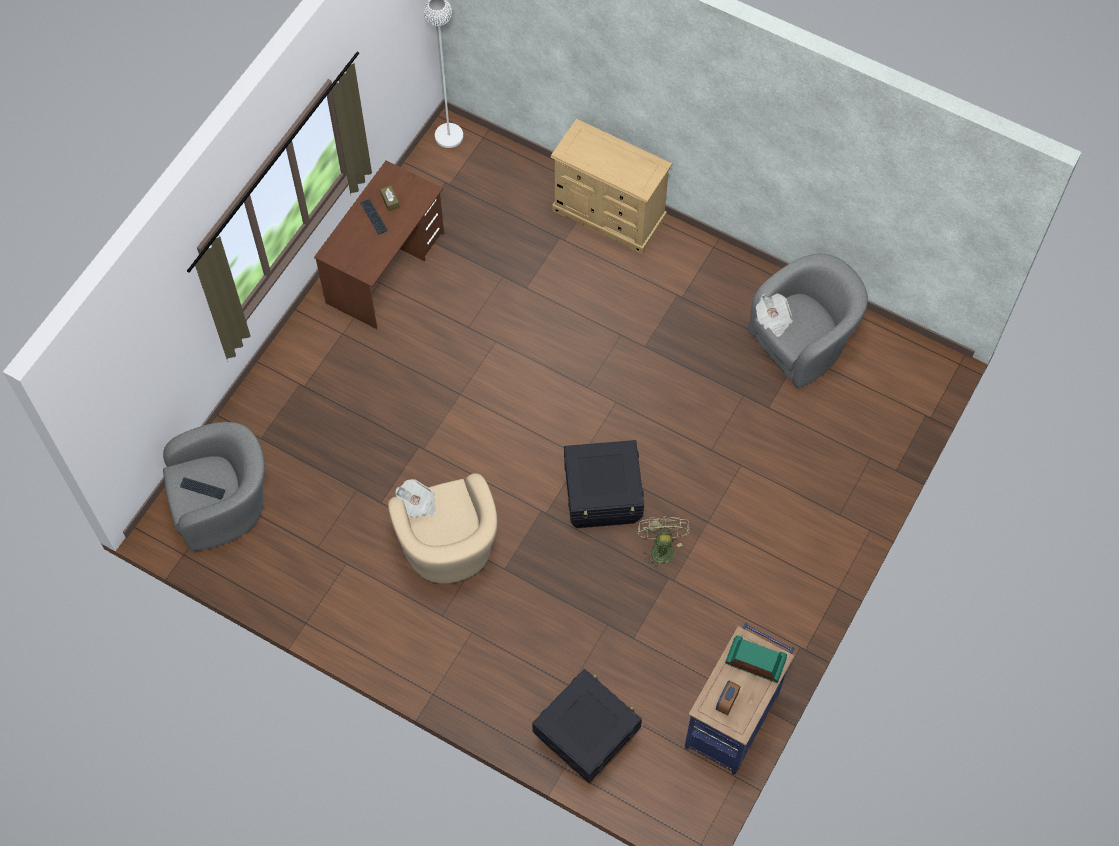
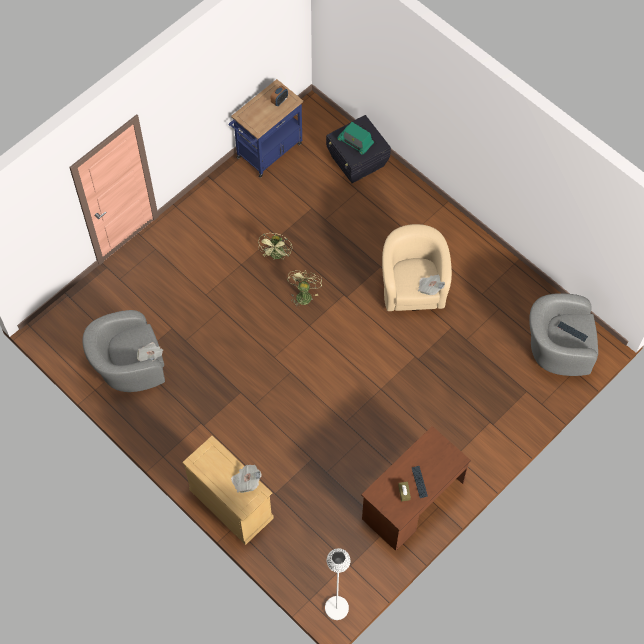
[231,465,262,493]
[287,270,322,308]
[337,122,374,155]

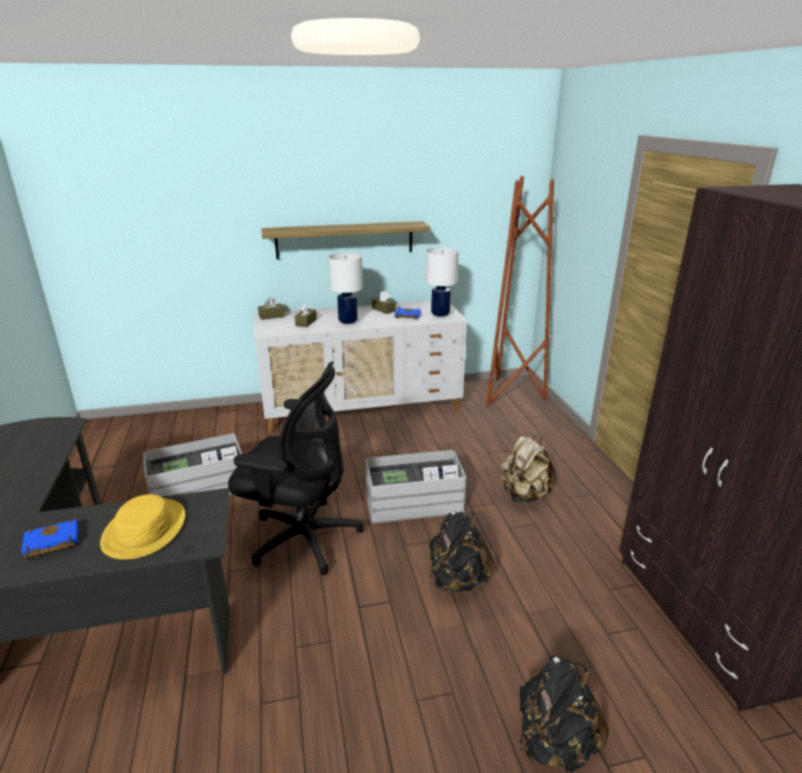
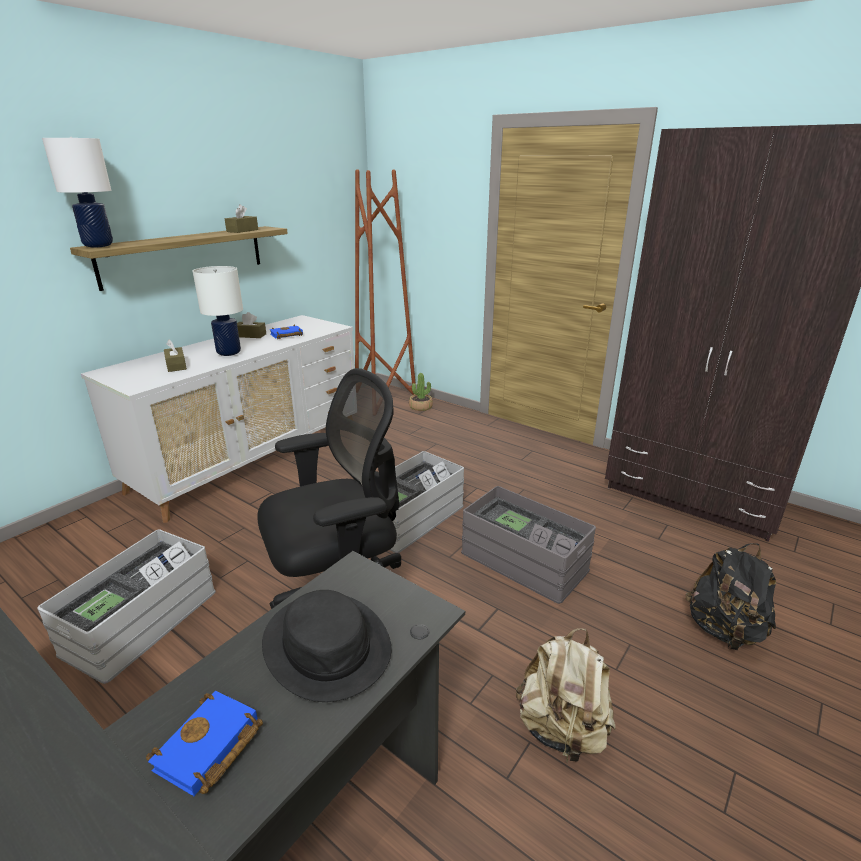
[42,137,113,247]
[225,204,258,233]
[262,590,391,702]
[409,373,433,411]
[461,486,596,604]
[516,628,616,765]

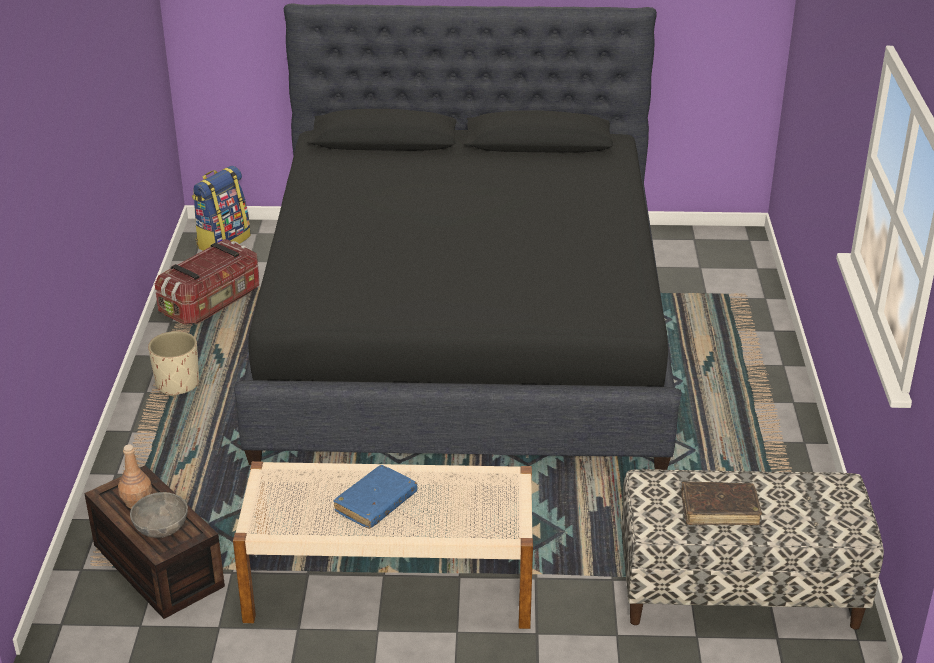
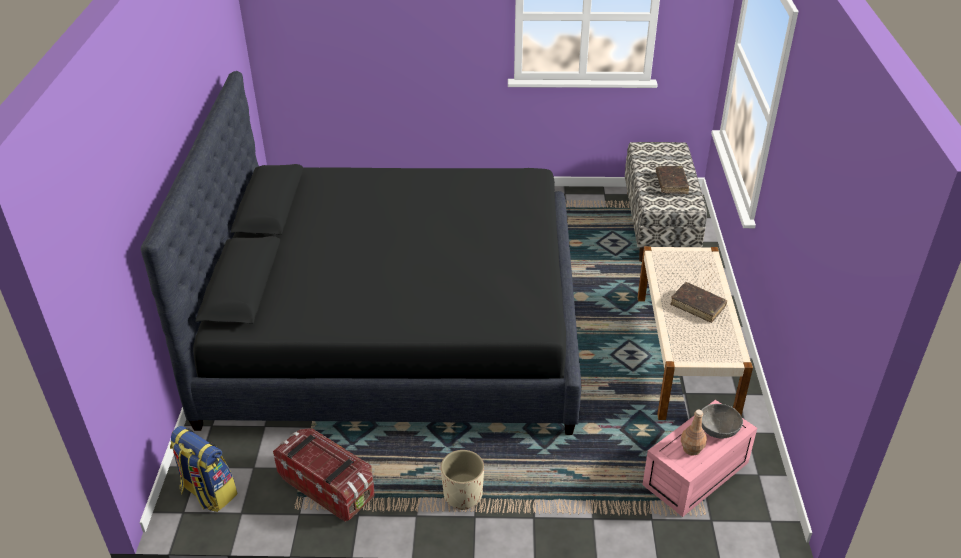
[642,400,757,517]
[670,282,727,323]

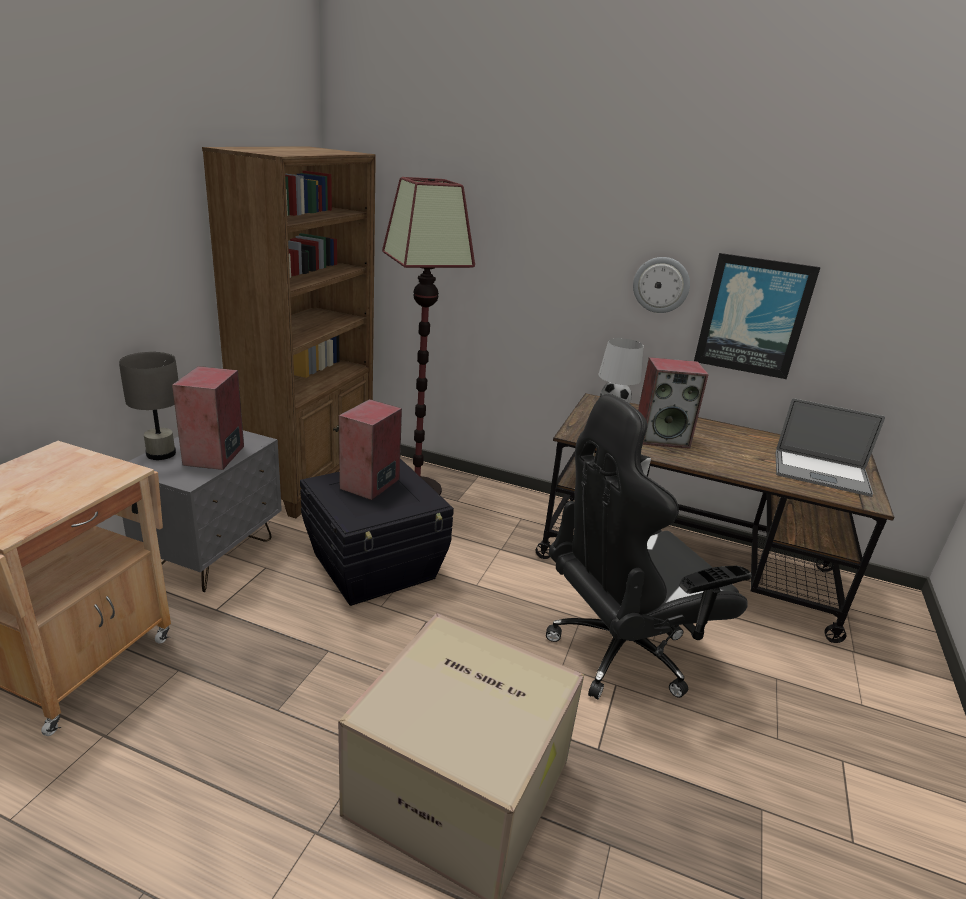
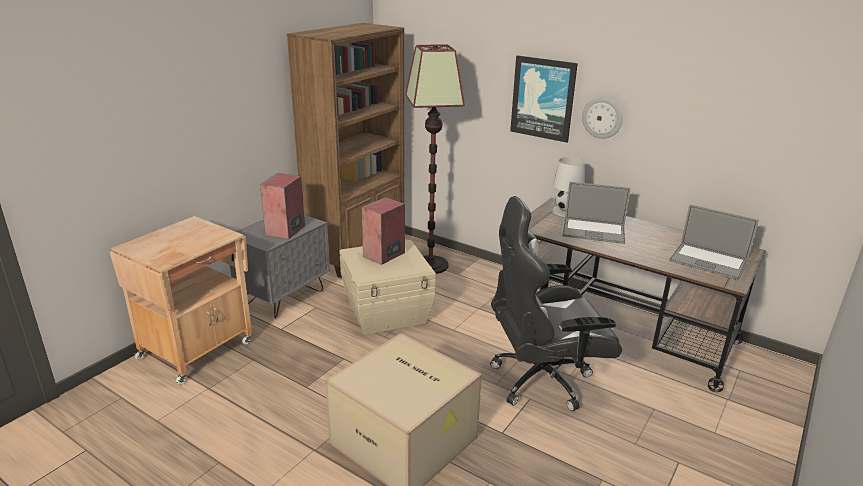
[339,240,436,335]
[510,55,578,143]
[562,182,630,244]
[119,352,178,460] (first image)

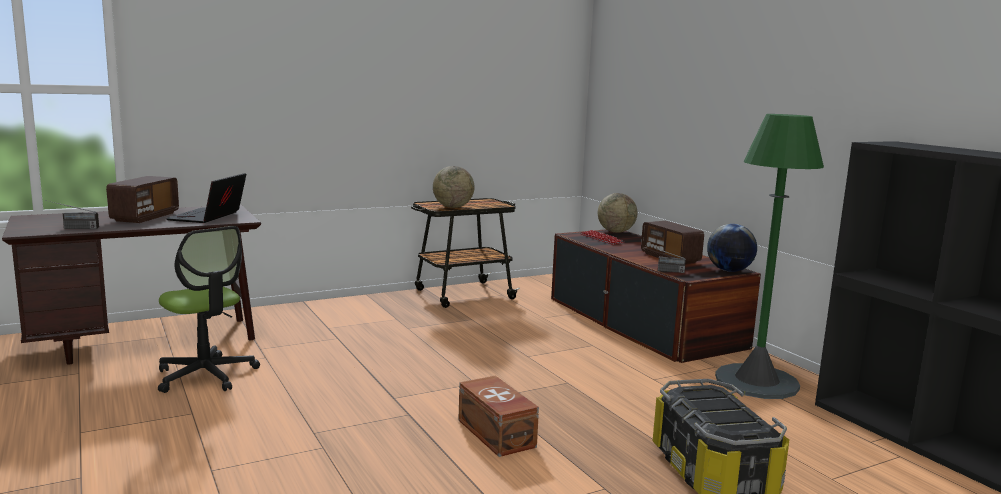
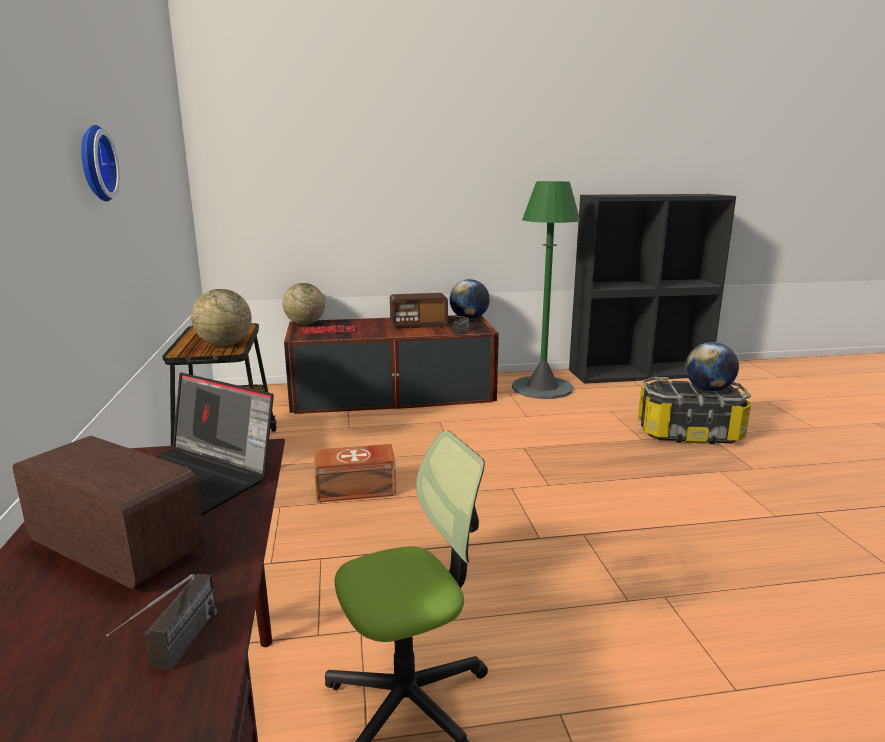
[81,125,120,202]
[314,444,396,503]
[685,342,739,391]

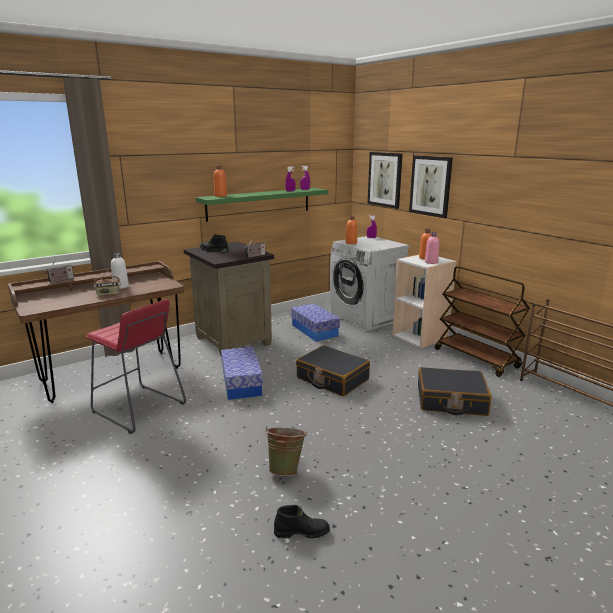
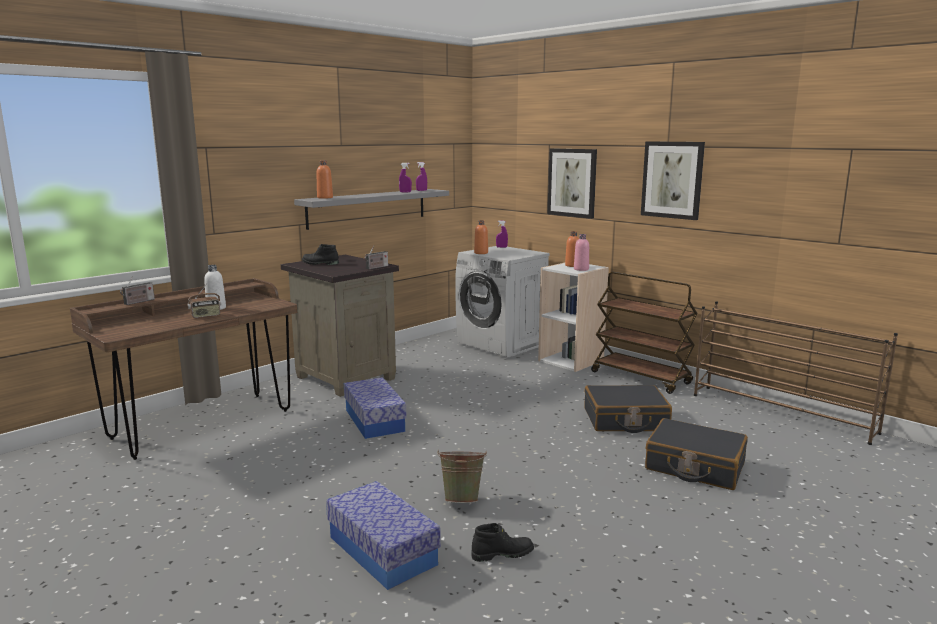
[294,189,449,230]
[326,481,441,590]
[641,141,705,220]
[645,418,748,490]
[86,299,186,434] (first image)

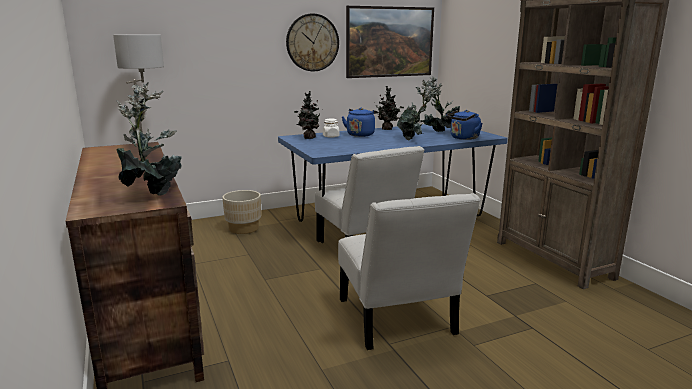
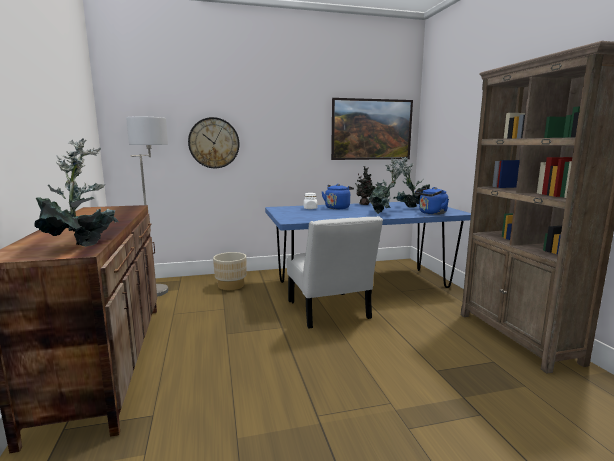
[188,117,239,168]
[294,91,320,139] (first image)
[338,193,480,350] (first image)

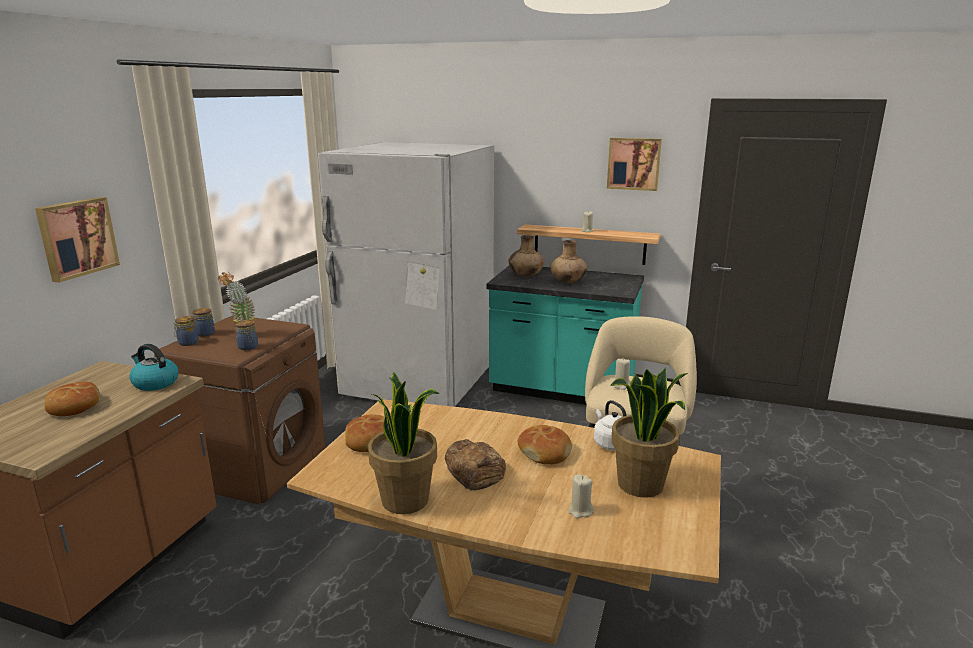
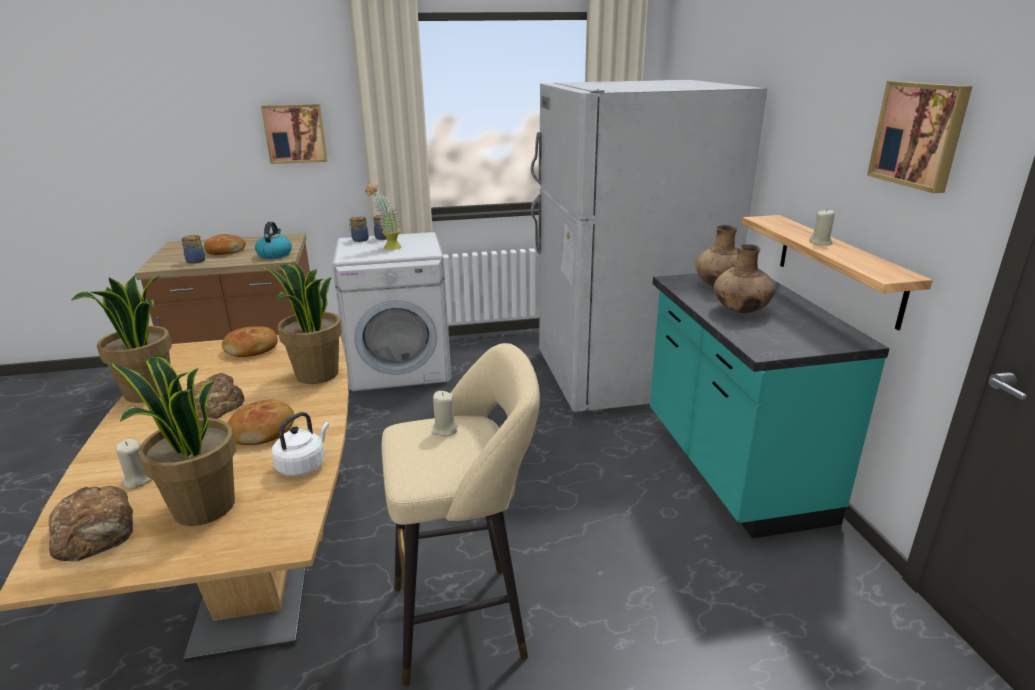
[49,486,133,562]
[181,235,205,263]
[260,261,342,384]
[332,232,451,392]

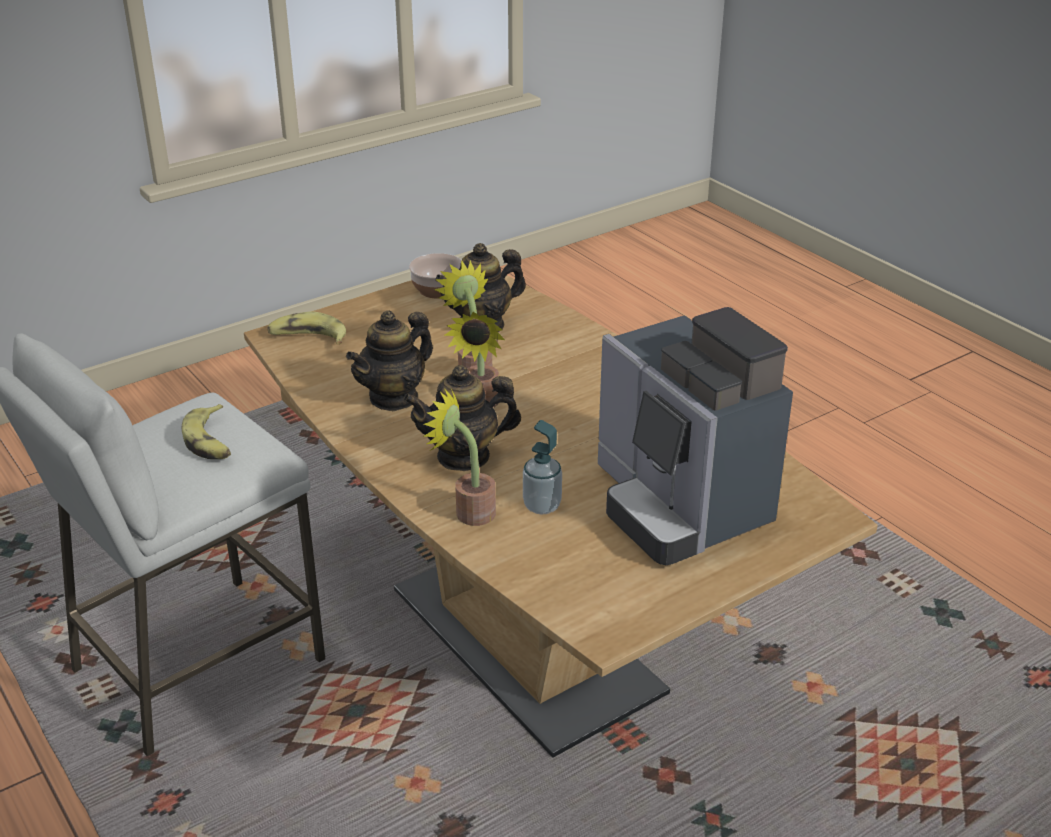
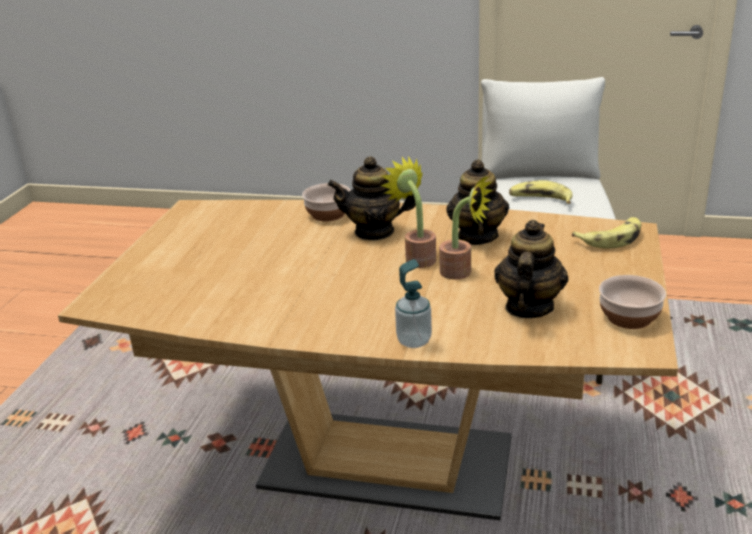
[302,183,351,222]
[328,156,416,241]
[395,259,432,348]
[598,307,793,565] (first image)

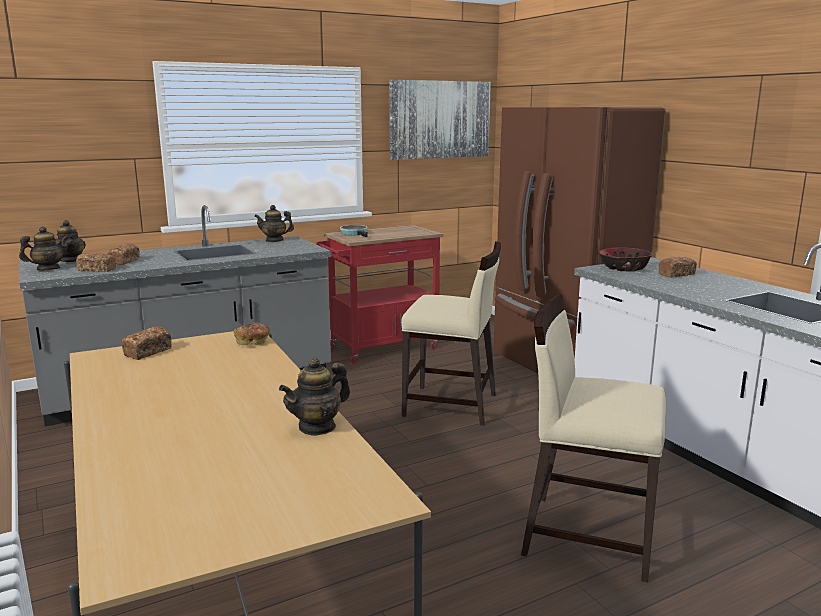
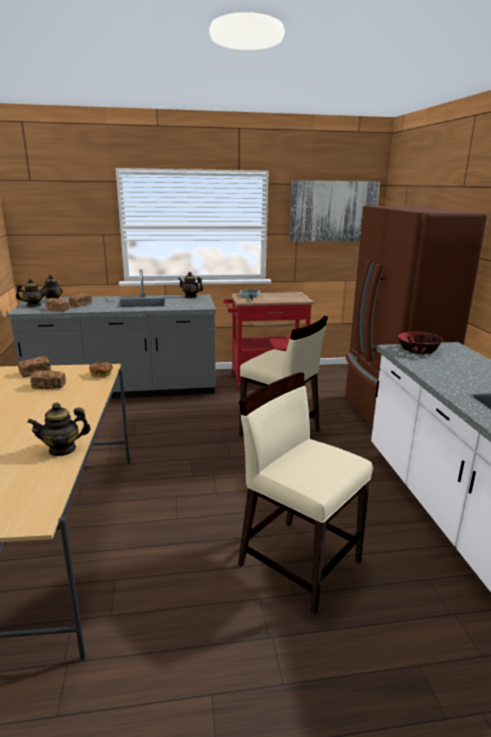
[30,371,66,389]

